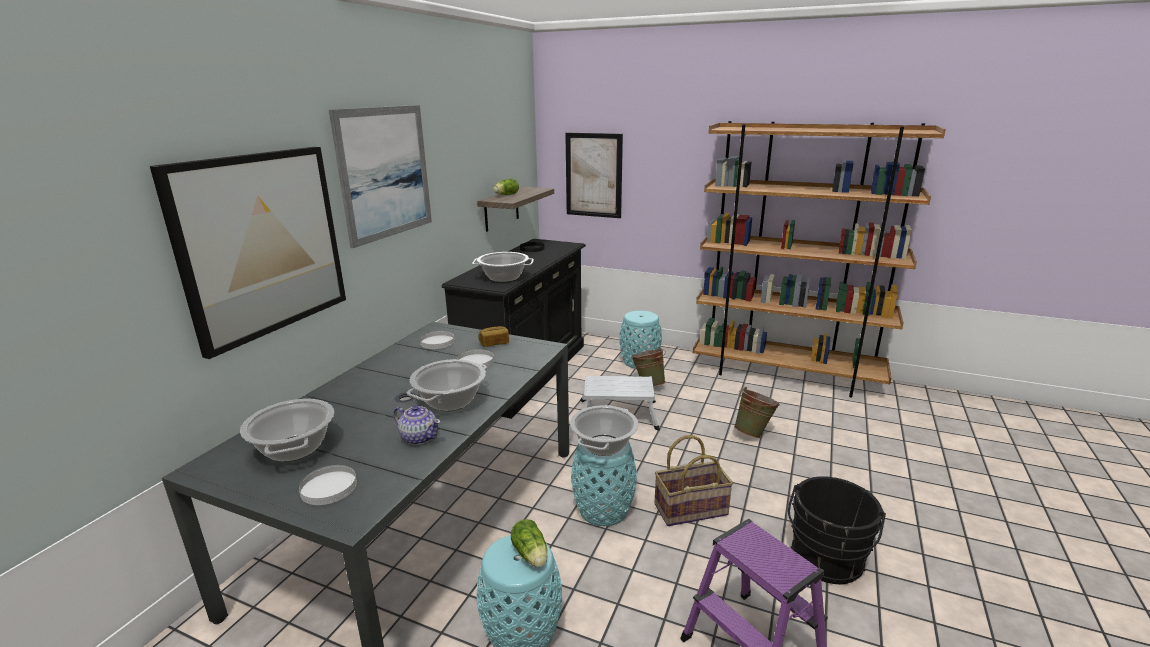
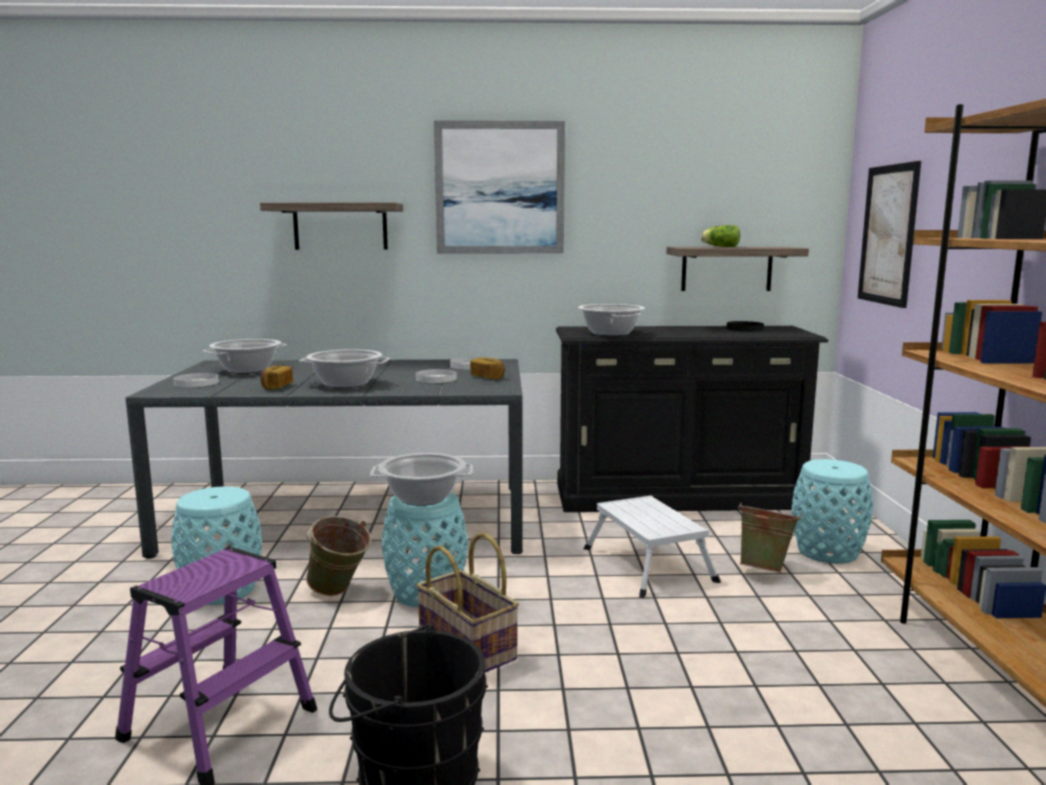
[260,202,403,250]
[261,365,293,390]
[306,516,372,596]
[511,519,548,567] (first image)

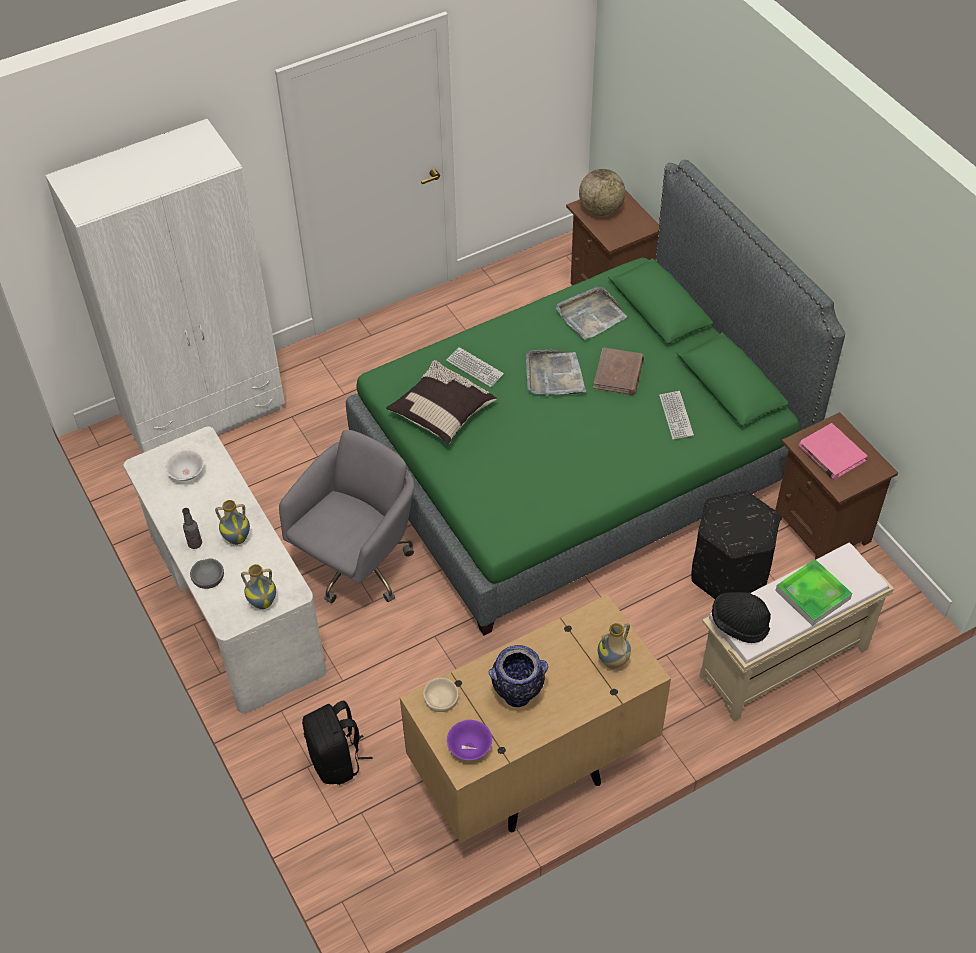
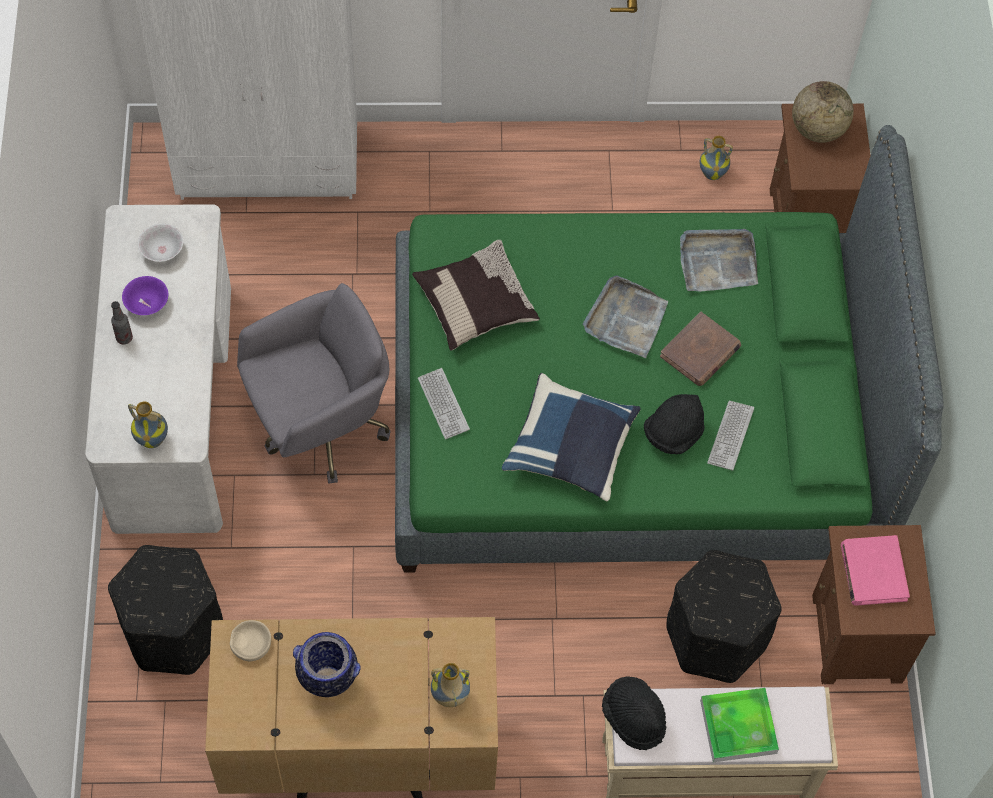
[108,545,223,675]
[122,276,168,315]
[418,368,470,439]
[502,373,641,501]
[644,394,704,454]
[700,136,733,180]
[190,558,224,589] (first image)

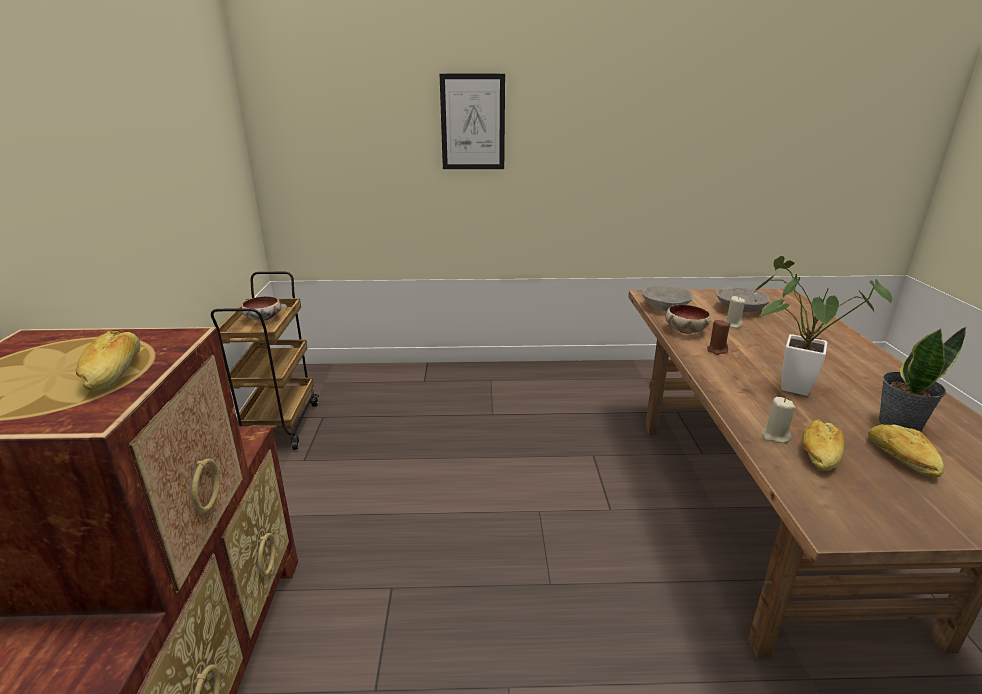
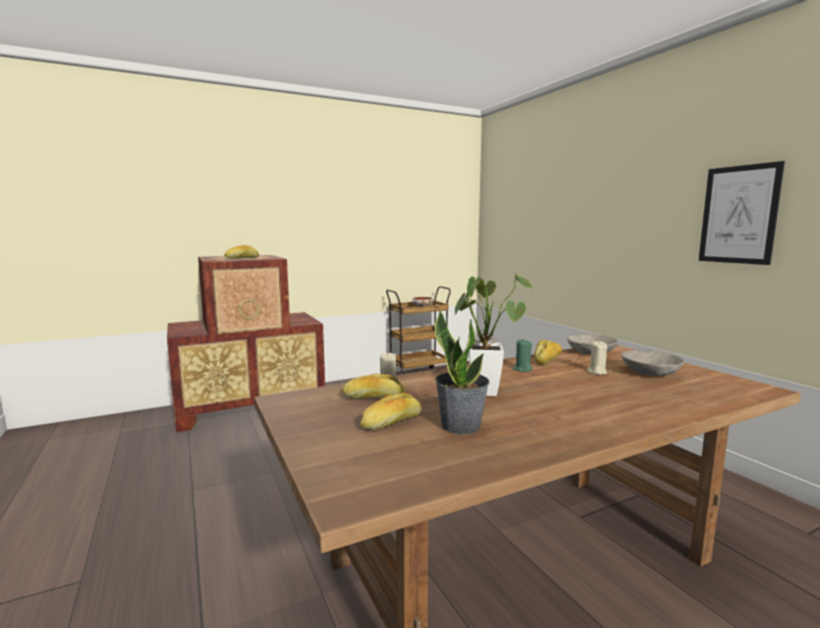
[512,339,533,372]
[534,340,562,365]
[699,161,785,265]

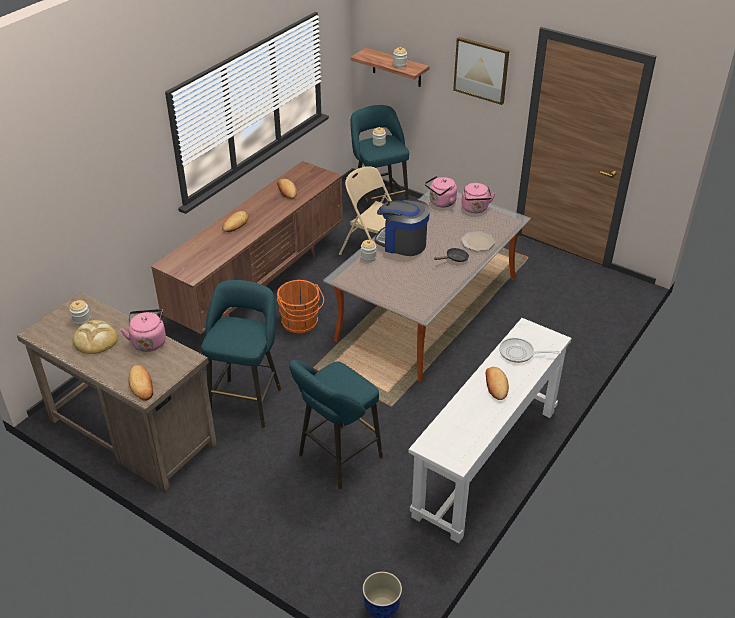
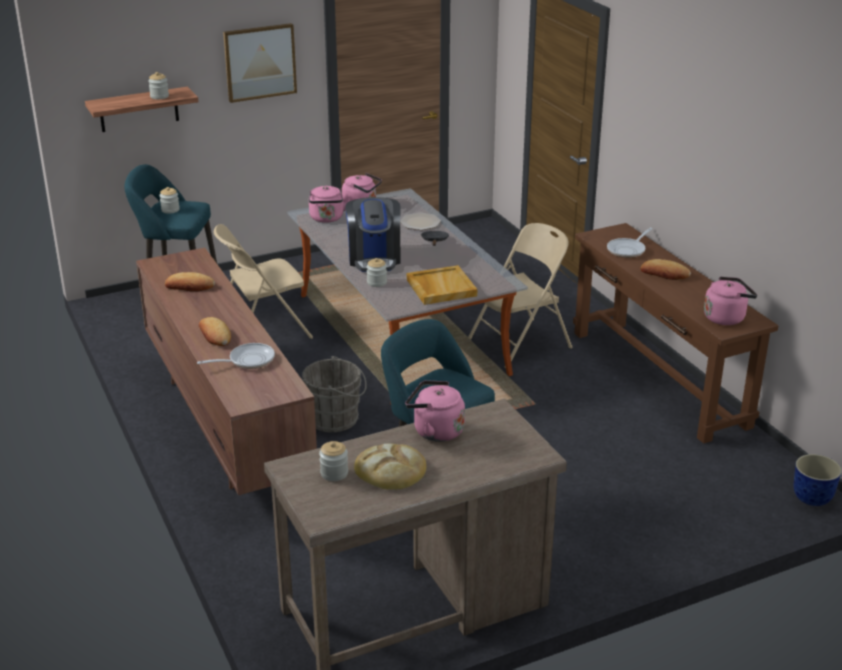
[197,343,275,369]
[302,356,367,432]
[345,197,400,272]
[407,265,477,305]
[468,223,572,368]
[573,223,778,444]
[704,277,757,325]
[128,365,153,401] (first image)
[289,360,383,489] (first image)

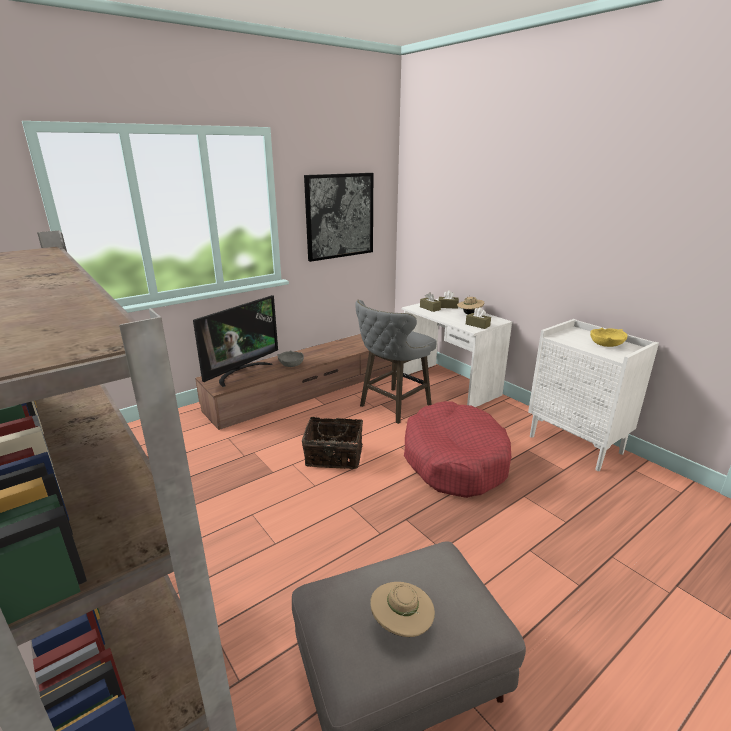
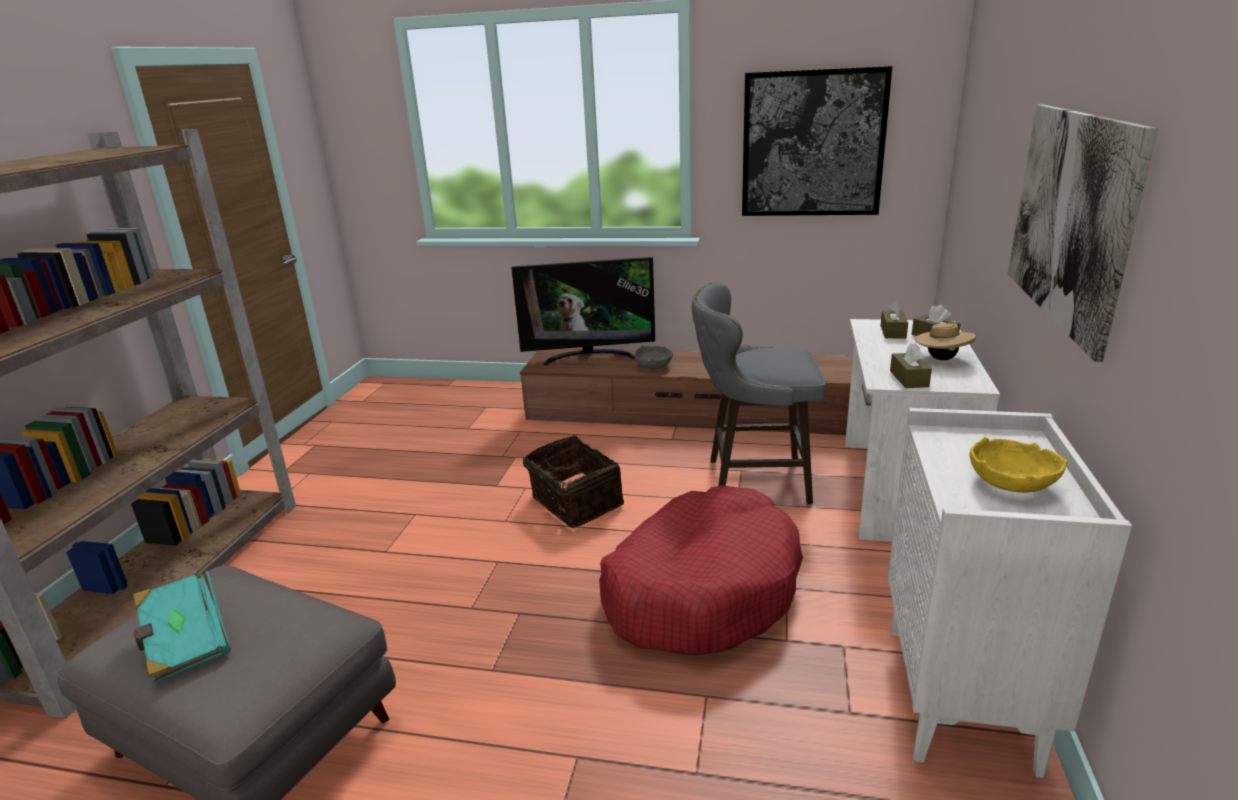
[133,571,231,684]
[1008,104,1158,362]

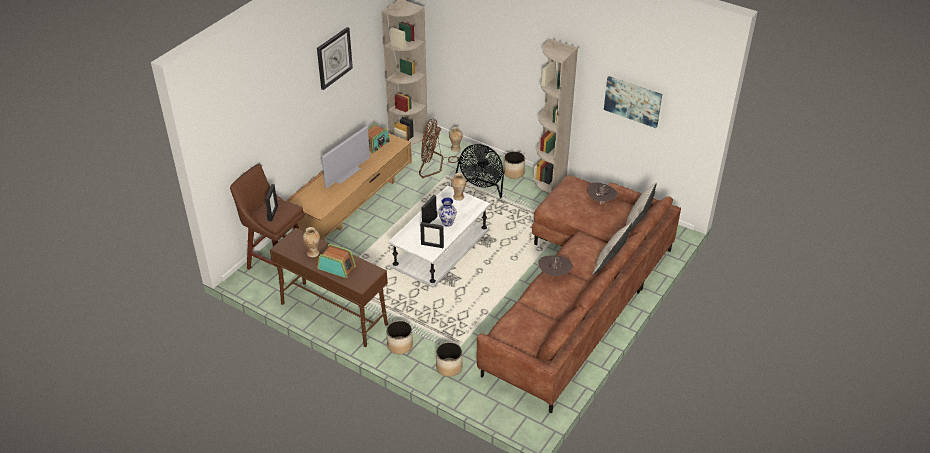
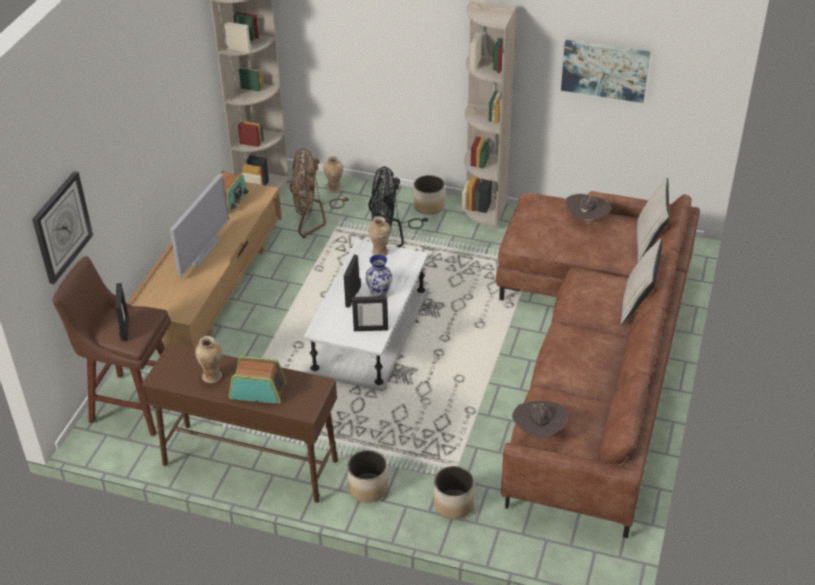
[32,171,93,284]
[369,166,429,247]
[512,401,569,437]

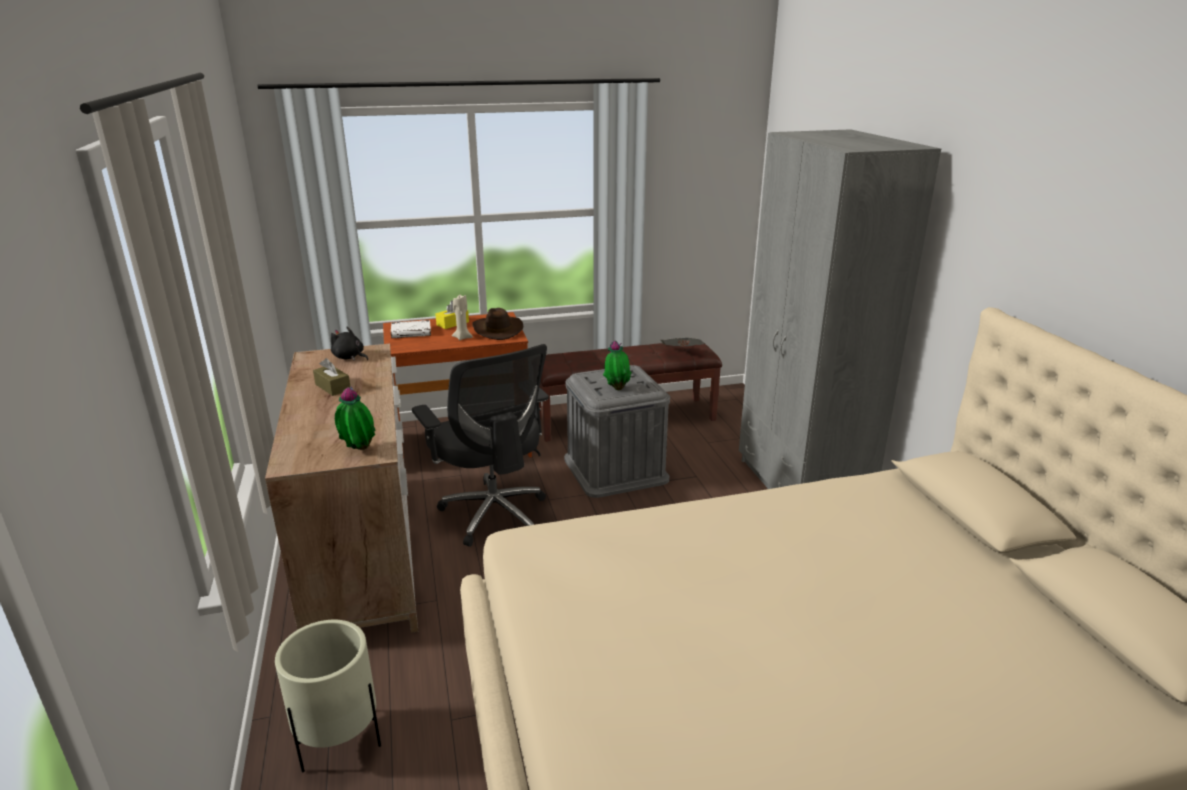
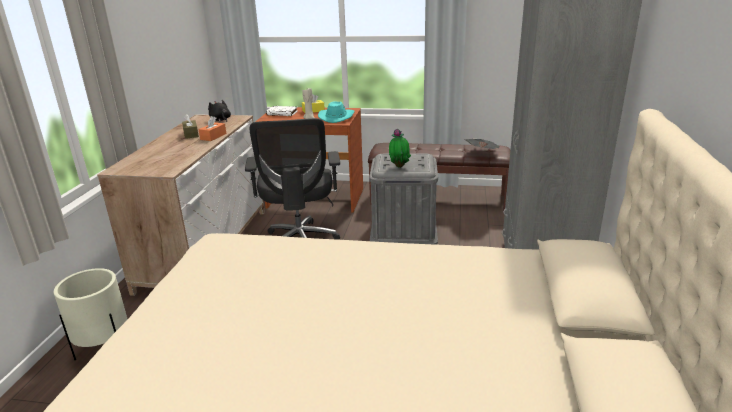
[199,116,226,141]
[318,101,354,123]
[335,386,375,450] (first image)

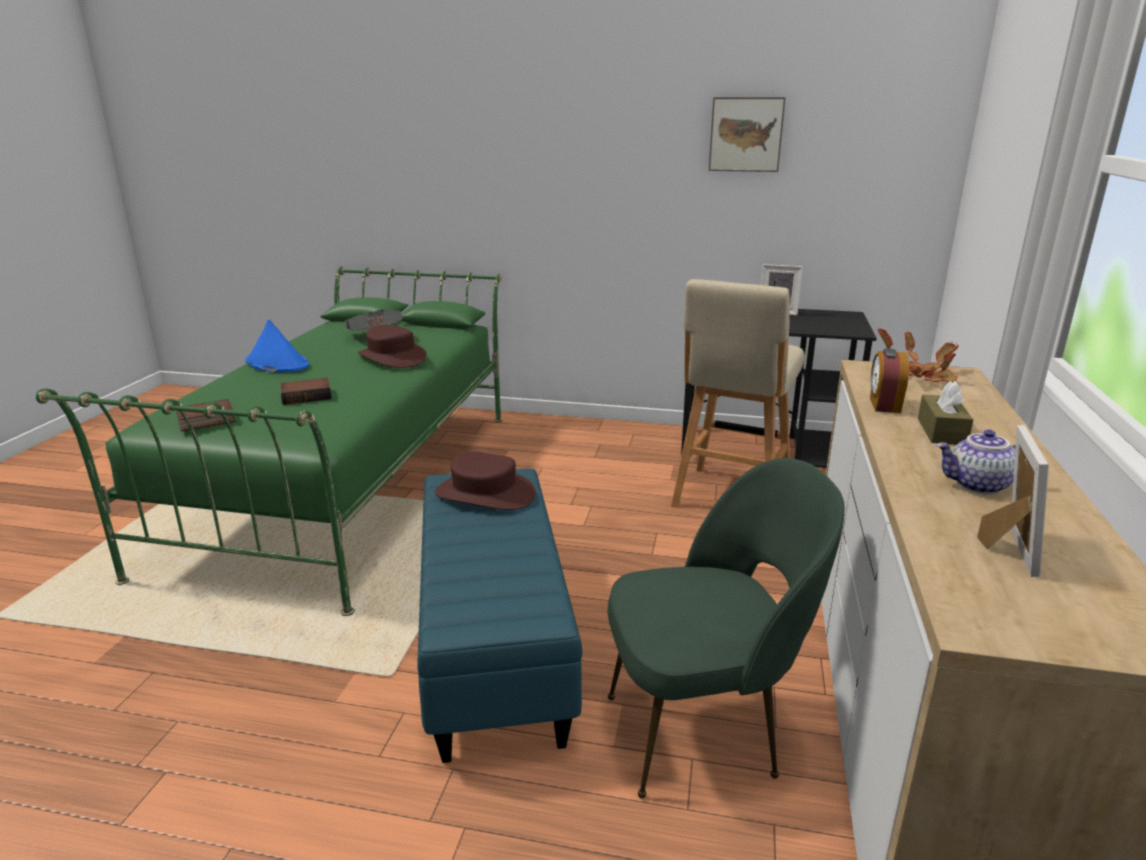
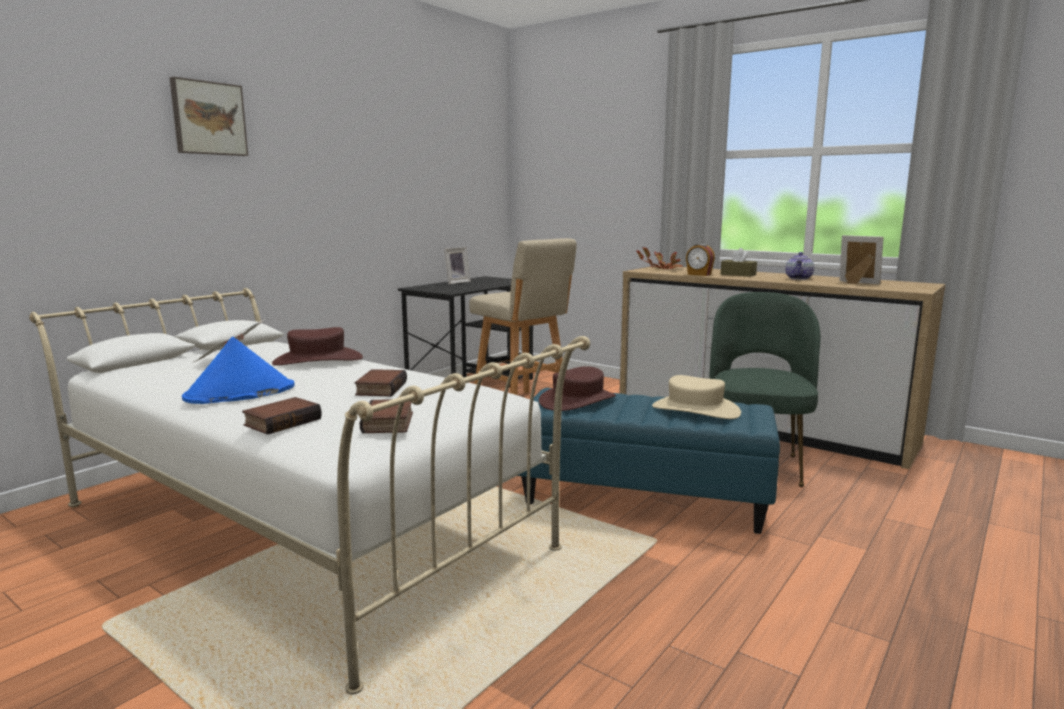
[29,288,590,694]
[170,77,248,156]
[242,397,322,435]
[652,375,741,419]

